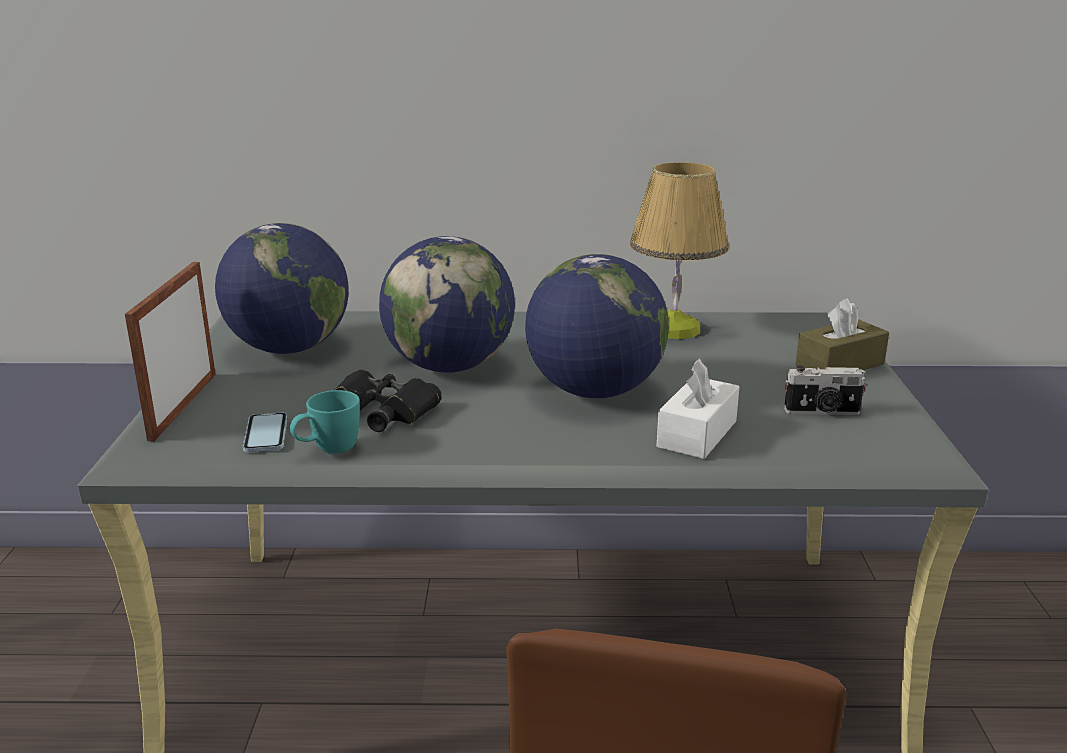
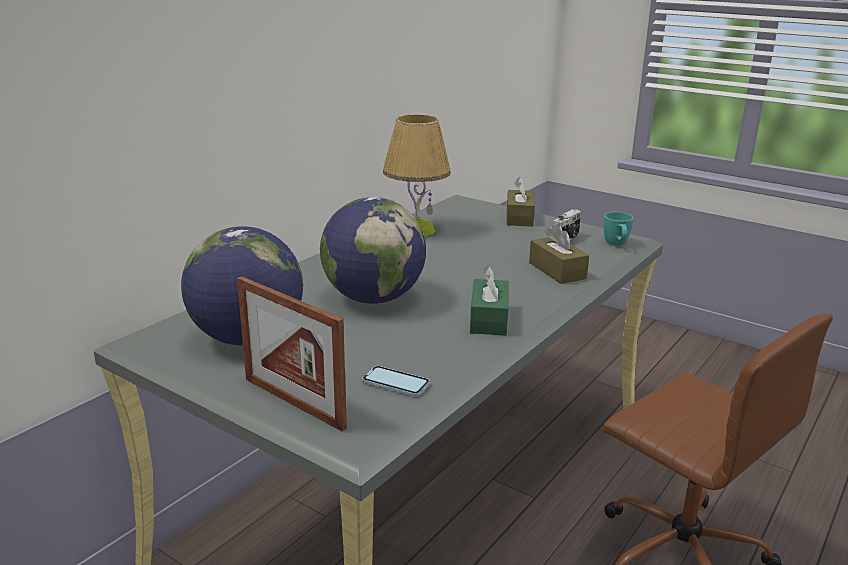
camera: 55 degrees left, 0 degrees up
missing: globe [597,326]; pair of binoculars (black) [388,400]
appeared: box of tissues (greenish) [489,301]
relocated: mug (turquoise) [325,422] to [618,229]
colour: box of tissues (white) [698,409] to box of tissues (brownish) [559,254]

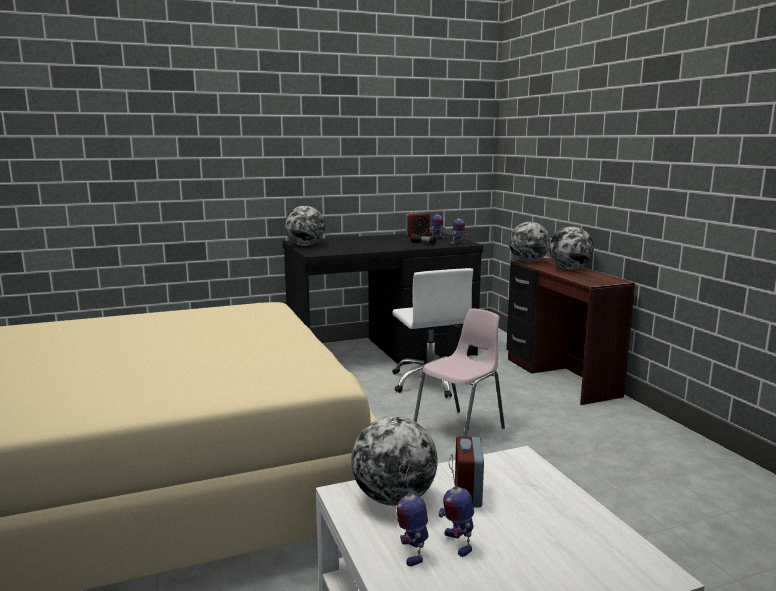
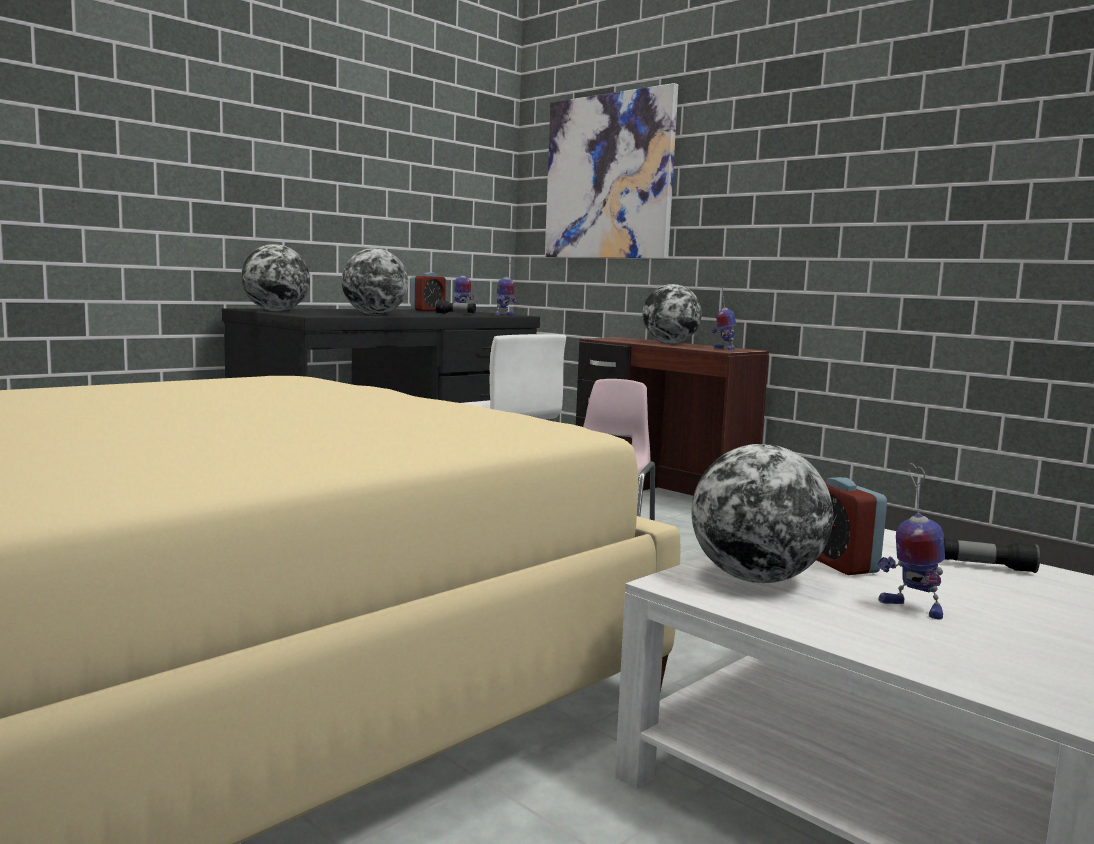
camera: 25 degrees left, 5 degrees down
appeared: wall art [611,171]; flashlight [992,556]
relocated: globe [529,242] to [375,281]; robot figure [412,513] to [723,318]

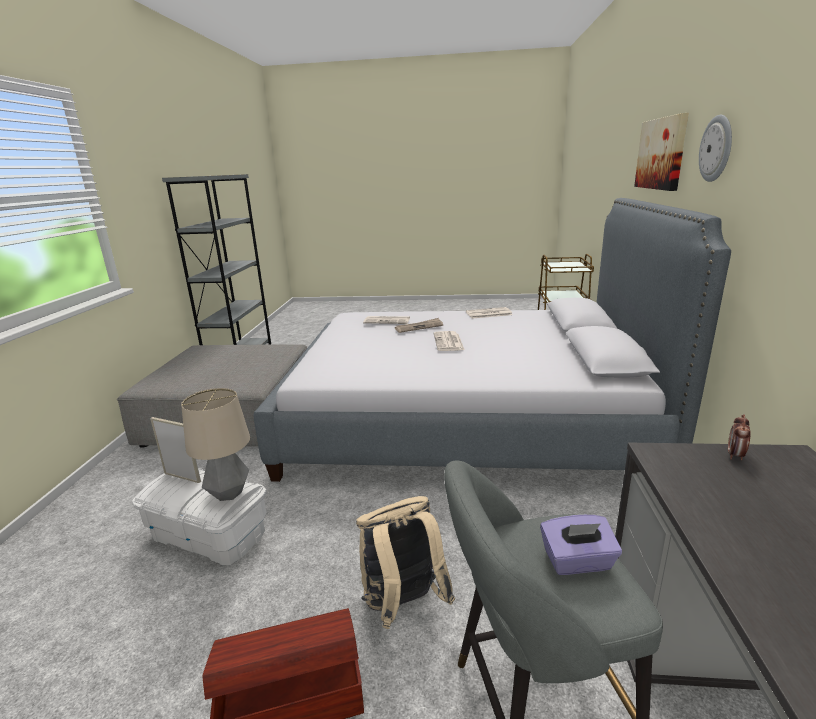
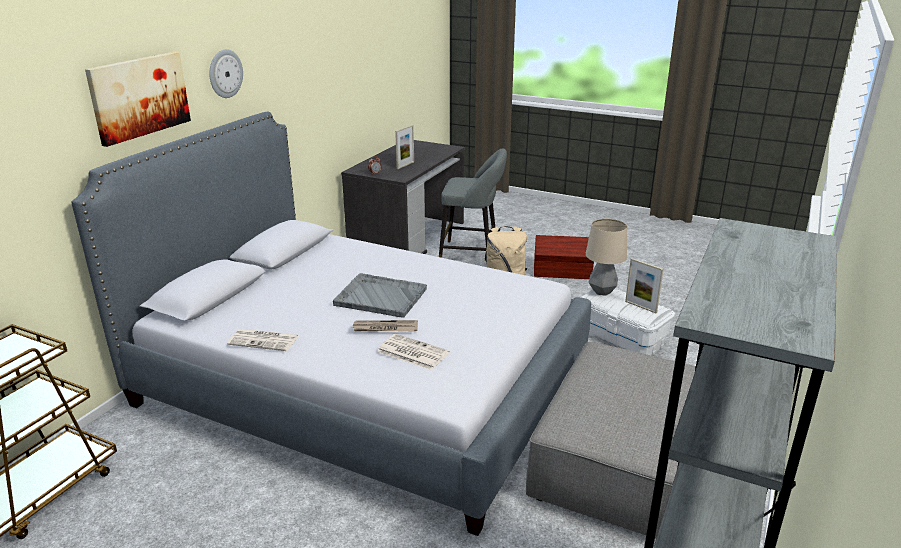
camera: 160 degrees left, 5 degrees up
missing: box of tissues (purplish) [581,545]
appeared: photo frame [404,147]
exchanged: daily paper [449,341] to carrying tray (greyish) [380,295]

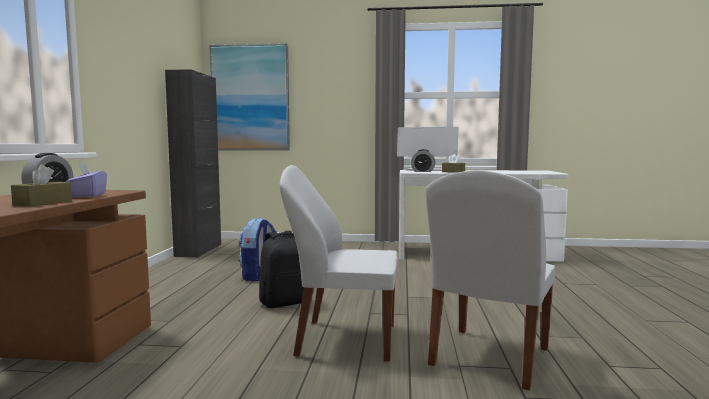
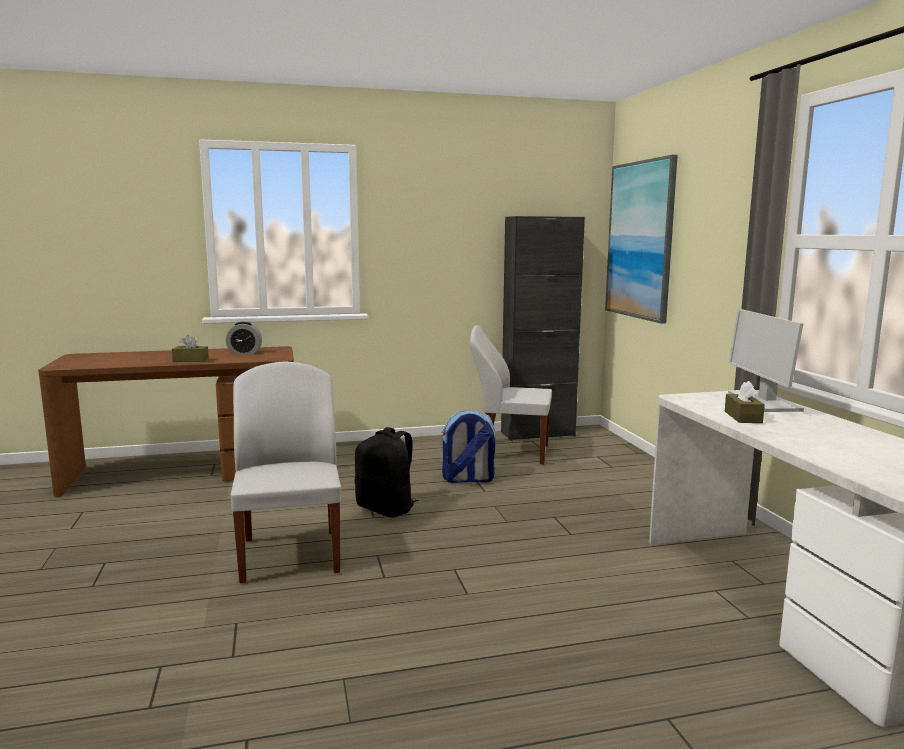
camera: 70 degrees right, 5 degrees up
missing: alarm clock [423,160]; box of tissues (purplish) [86,180]
relocated: chair (white) [490,280] to [511,395]

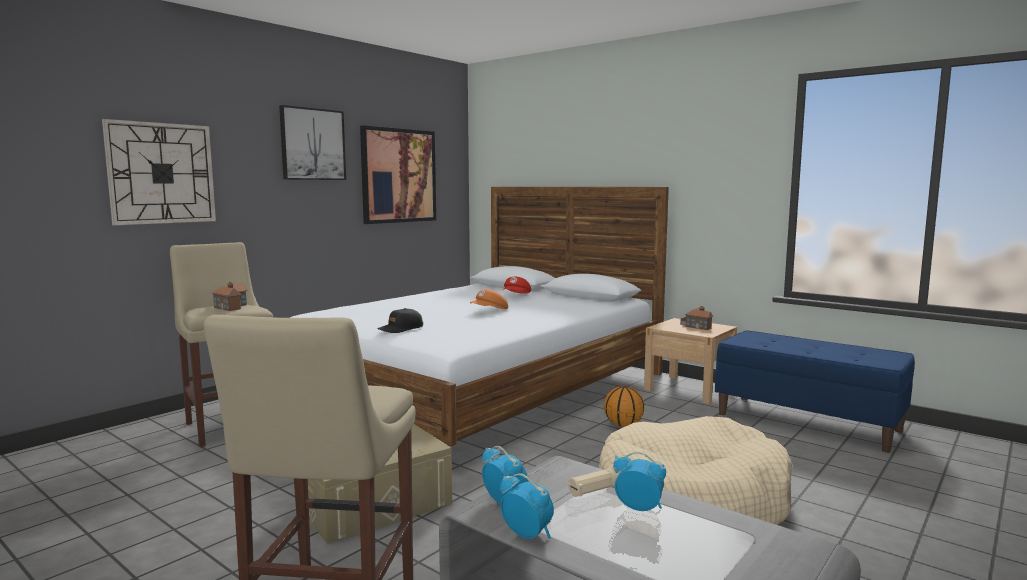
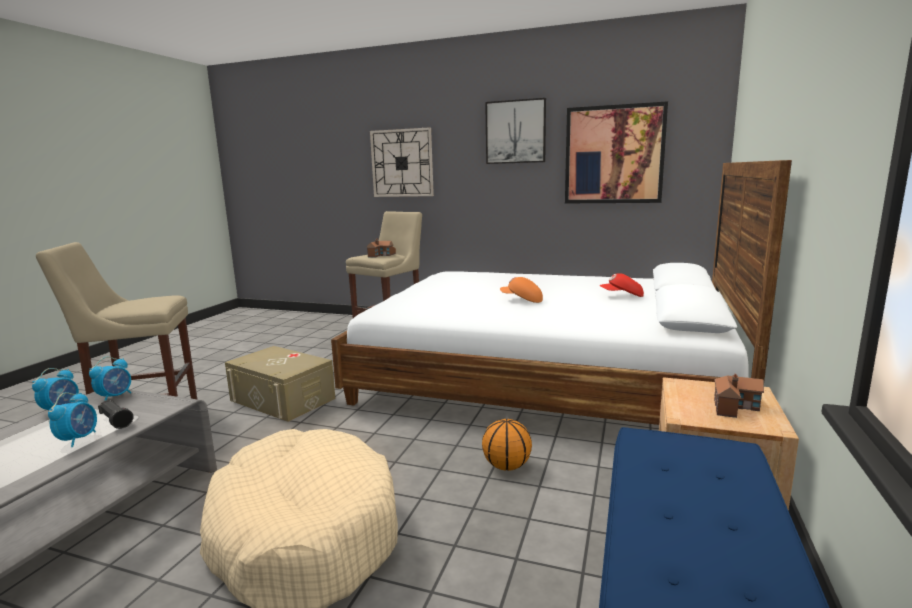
camera: 70 degrees right, 5 degrees up
missing: peaked cap (black) [400,320]
colour: flashlight (beige) [594,480] to flashlight (black) [115,414]

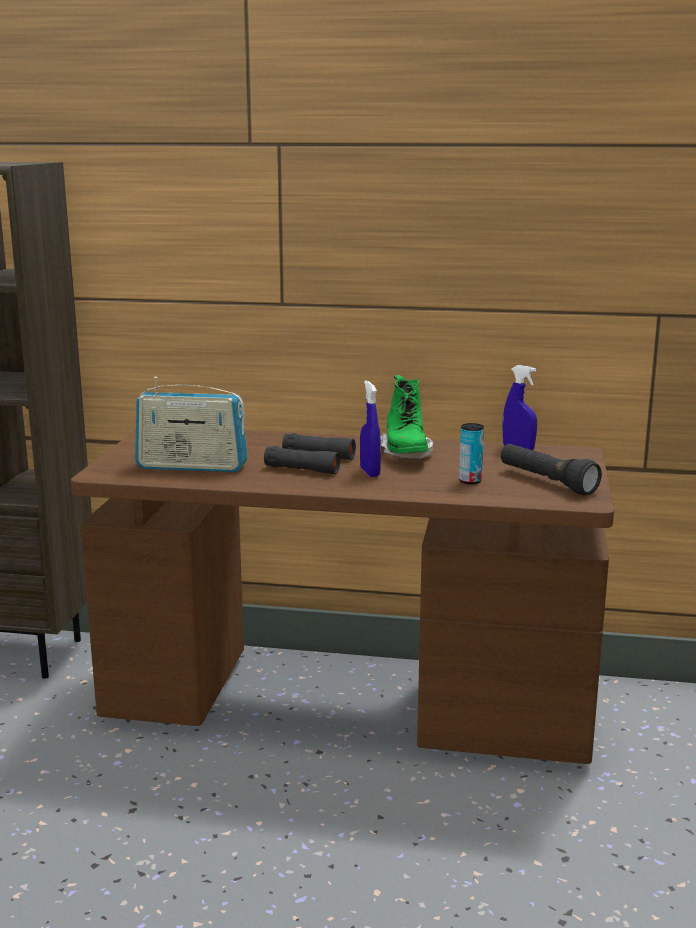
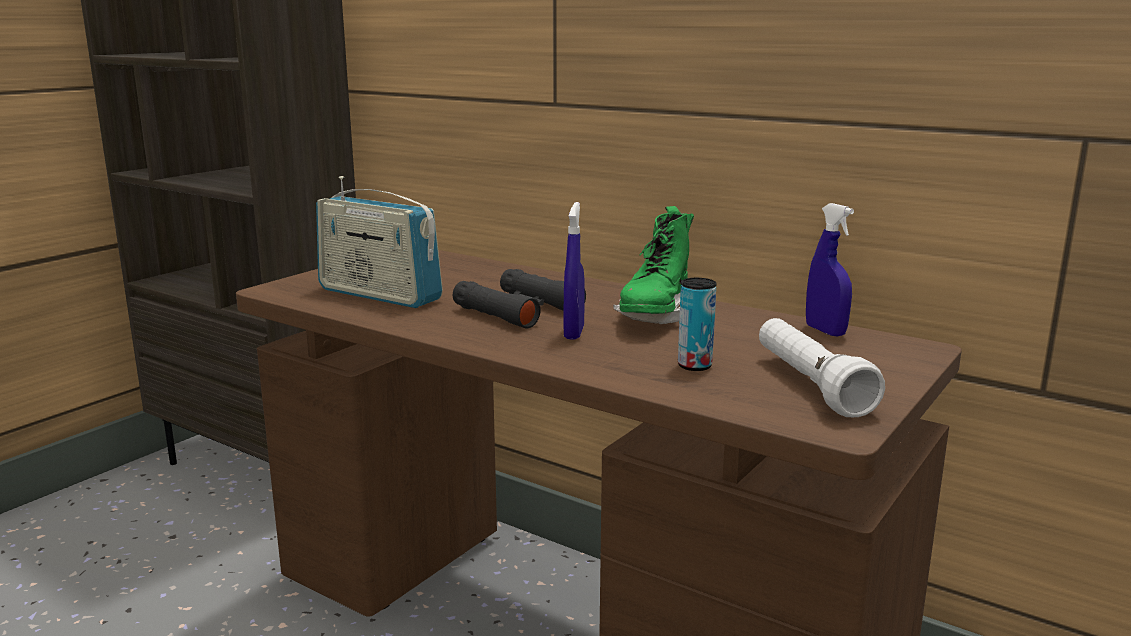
camera: 25 degrees right, 0 degrees up
colour: flashlight (black) [551,469] to flashlight (white) [822,367]

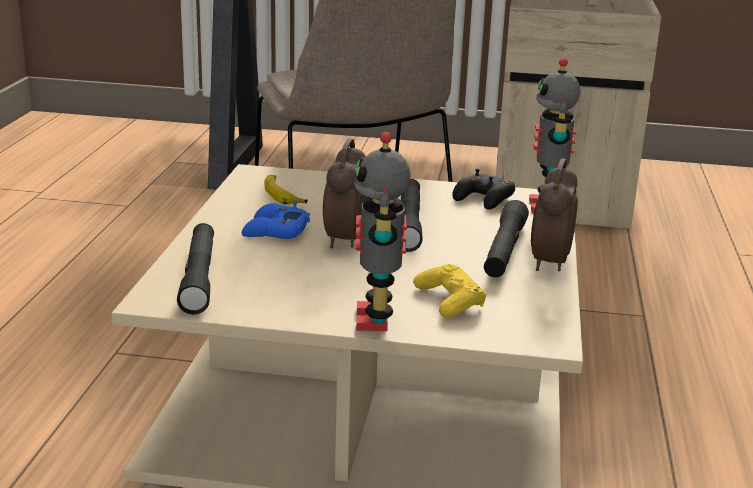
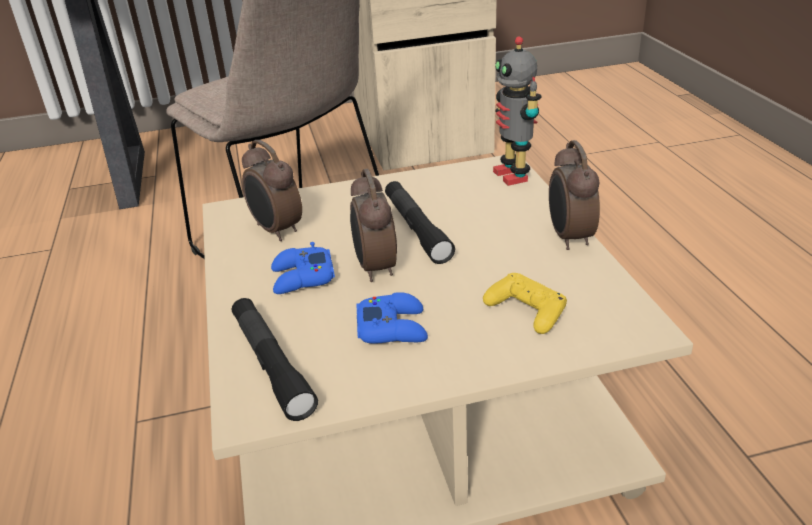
camera: 20 degrees left, 10 degrees up
missing: robot figure [382,231]; joypad (black) [483,189]; flashlight (black) [506,239]
appeared: joypad (blue-coloured) [392,318]
exchanged: whole banana [286,189] to alarm clock [272,190]

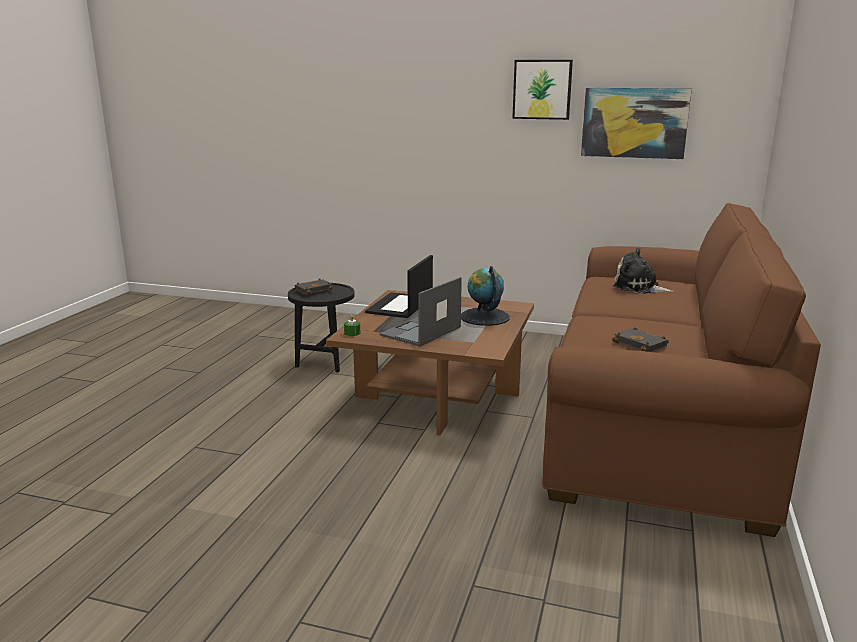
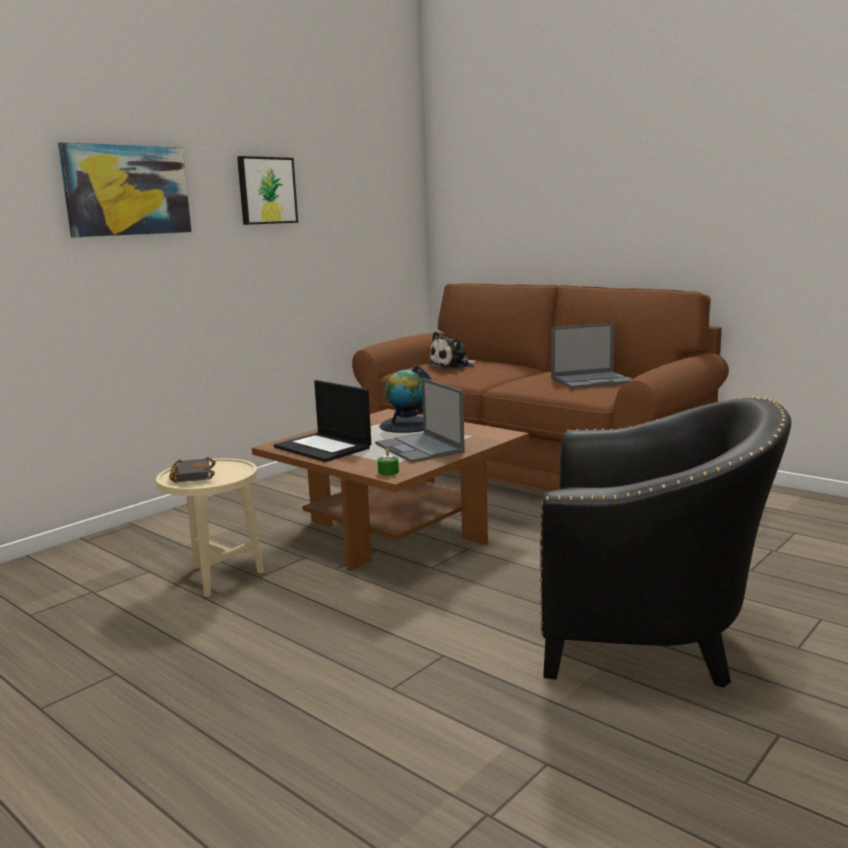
camera: 65 degrees left, 5 degrees down
appeared: armchair (black) [665,542]
relocated: wall art [636,123] to [125,190]
exchanged: volume (black) [640,339] to notebook computer [591,355]
colour: side table (black) [321,327] to side table (beige) [210,528]

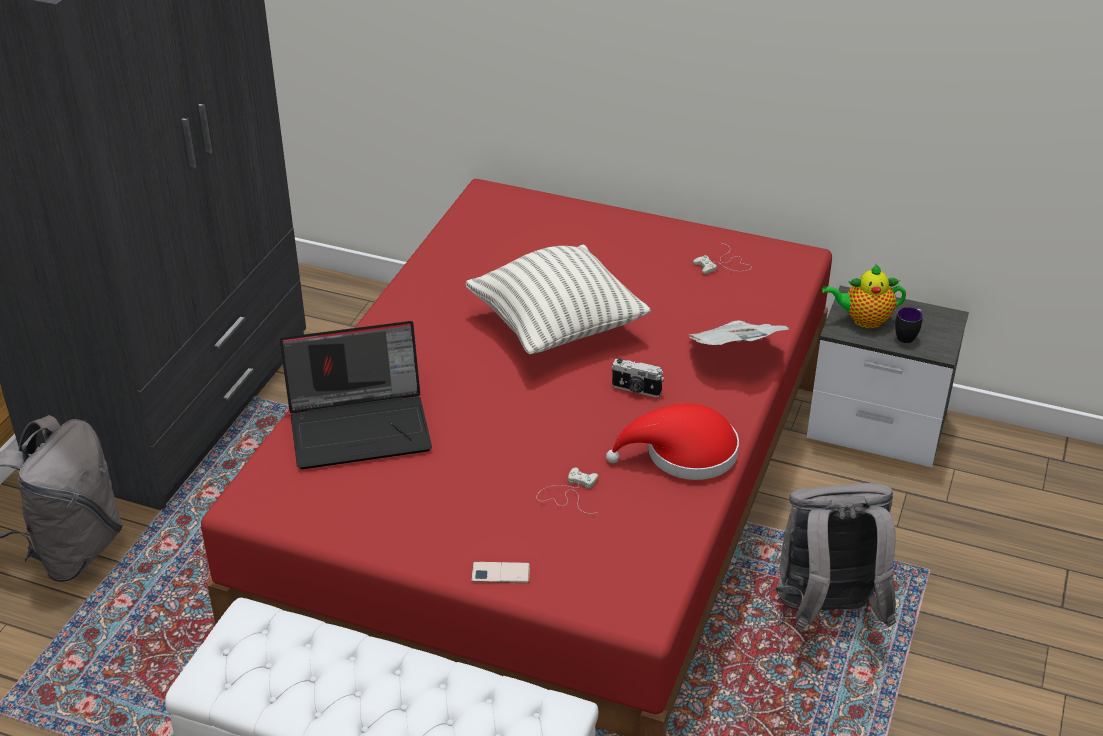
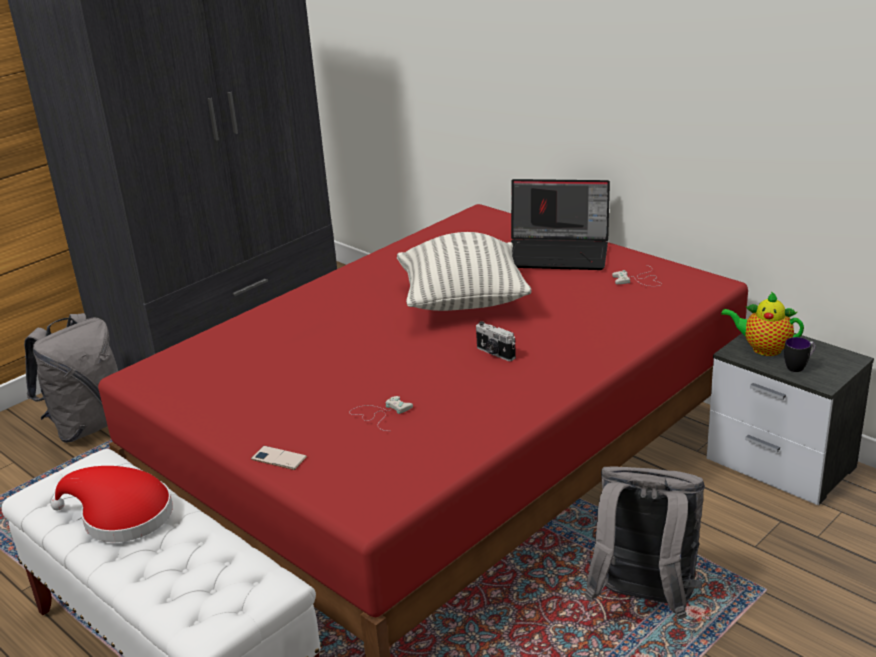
camera: 25 degrees right, 10 degrees down
missing: daily paper [738,332]
relocated: notebook computer [356,395] to [560,224]; clothing hat (reddish) [672,441] to [112,504]

